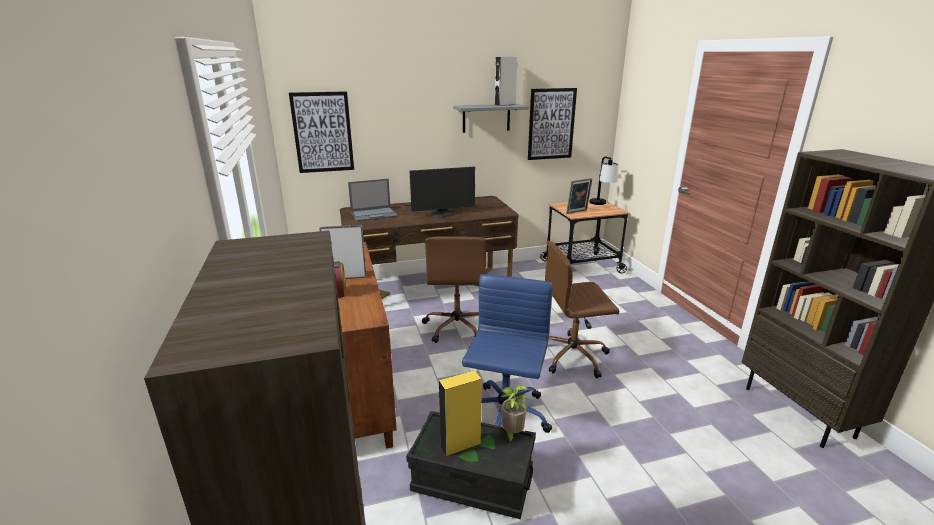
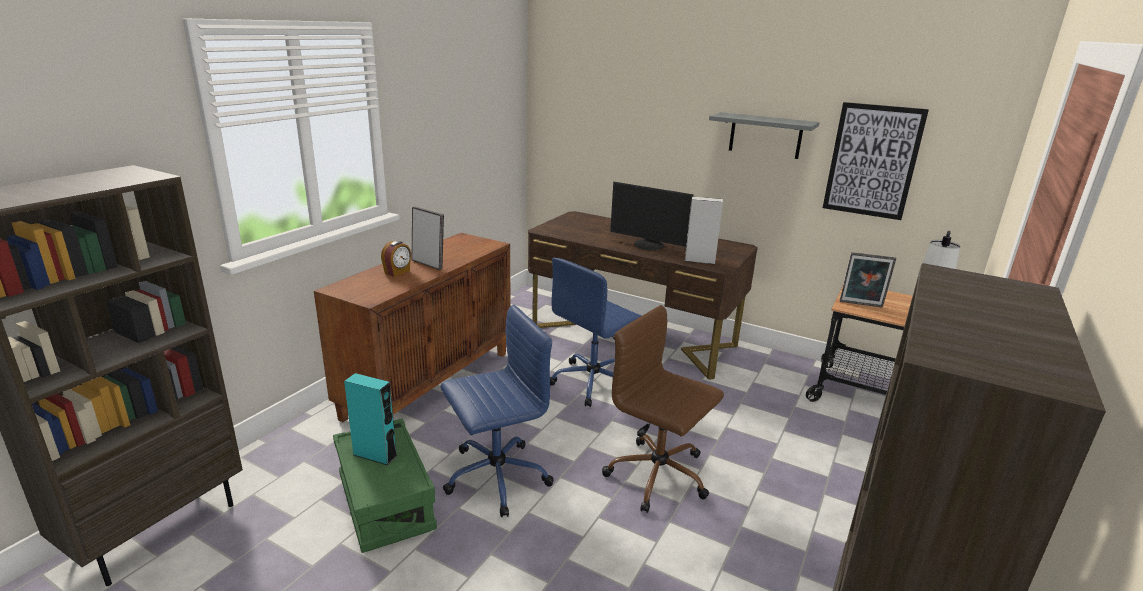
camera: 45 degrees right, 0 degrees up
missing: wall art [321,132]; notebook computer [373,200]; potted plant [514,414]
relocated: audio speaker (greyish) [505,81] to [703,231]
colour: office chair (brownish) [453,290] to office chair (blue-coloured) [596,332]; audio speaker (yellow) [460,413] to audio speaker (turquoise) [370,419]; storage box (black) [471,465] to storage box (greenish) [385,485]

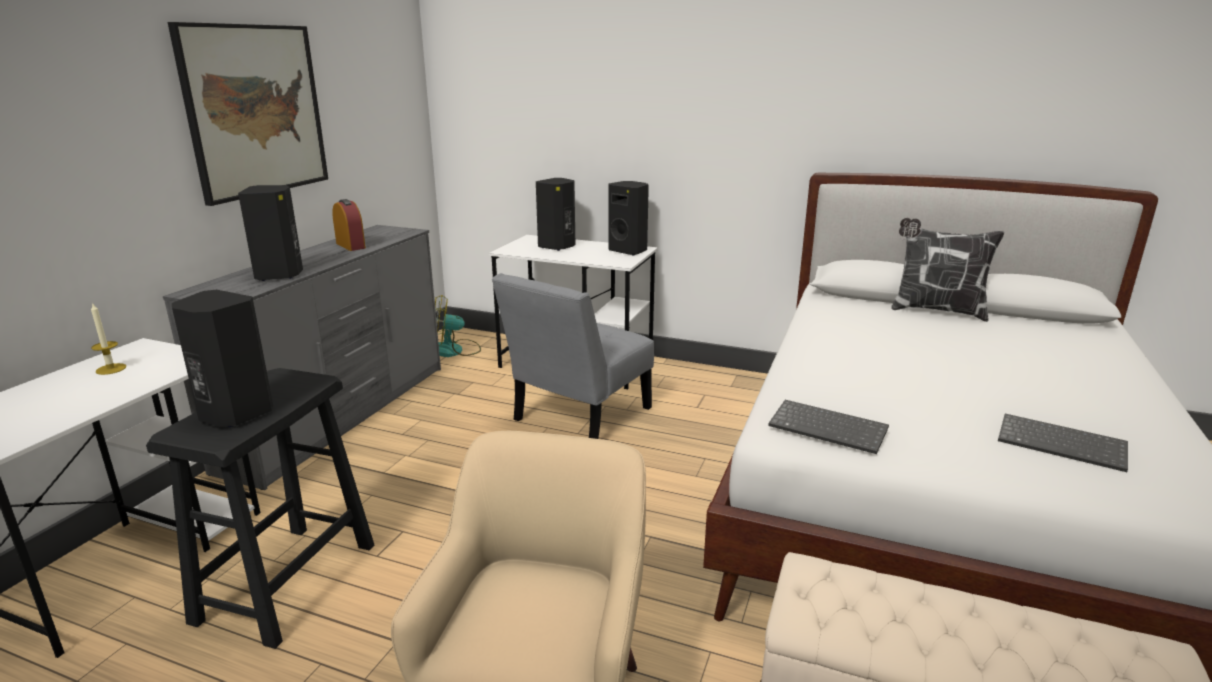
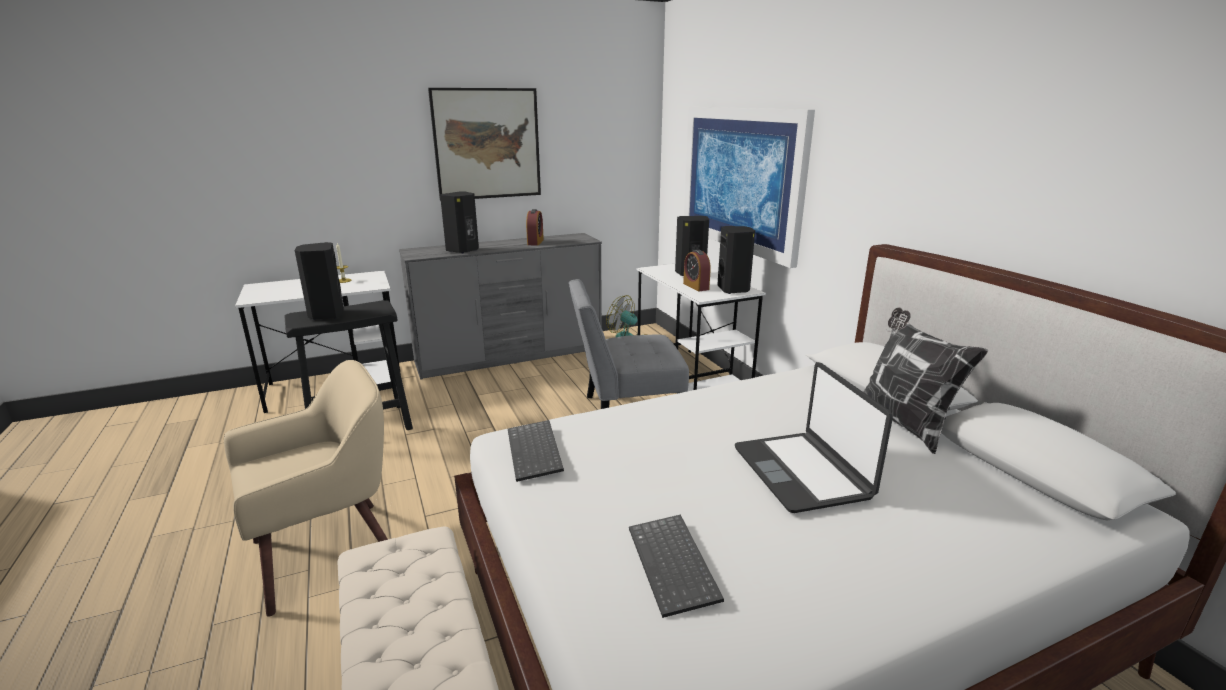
camera: 45 degrees right, 0 degrees up
appeared: wall art [749,187]; alarm clock [697,270]; notebook computer [814,437]

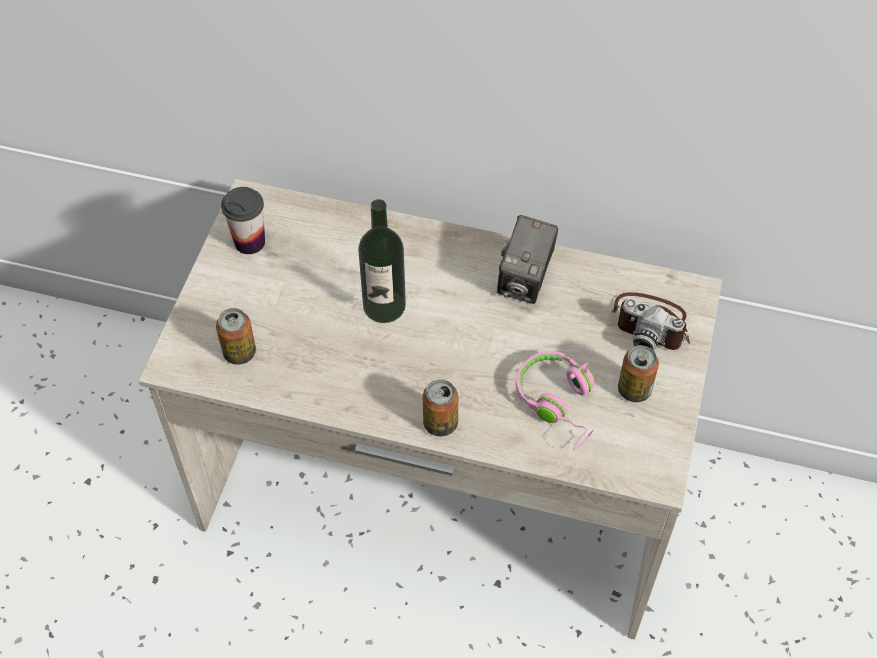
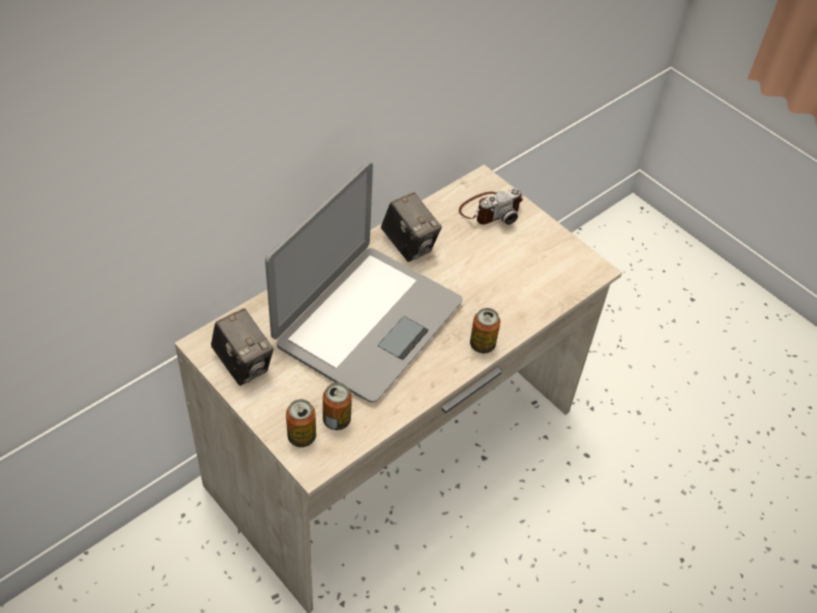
camera: 60 degrees left, 5 degrees down
missing: headset (pink-coloured) [555,401]
relocated: metal can [638,373] to [301,423]
exchanged: small cup [243,220] to still camera [242,347]; drink bottle [382,261] to notebook computer [364,282]

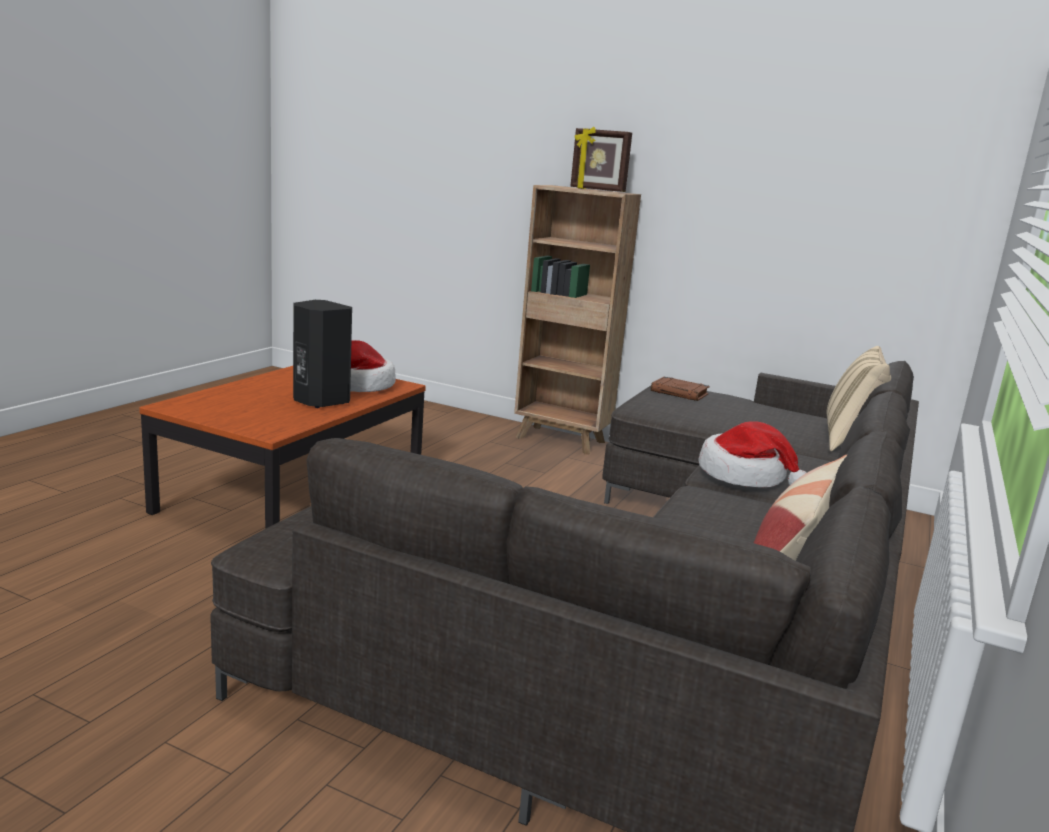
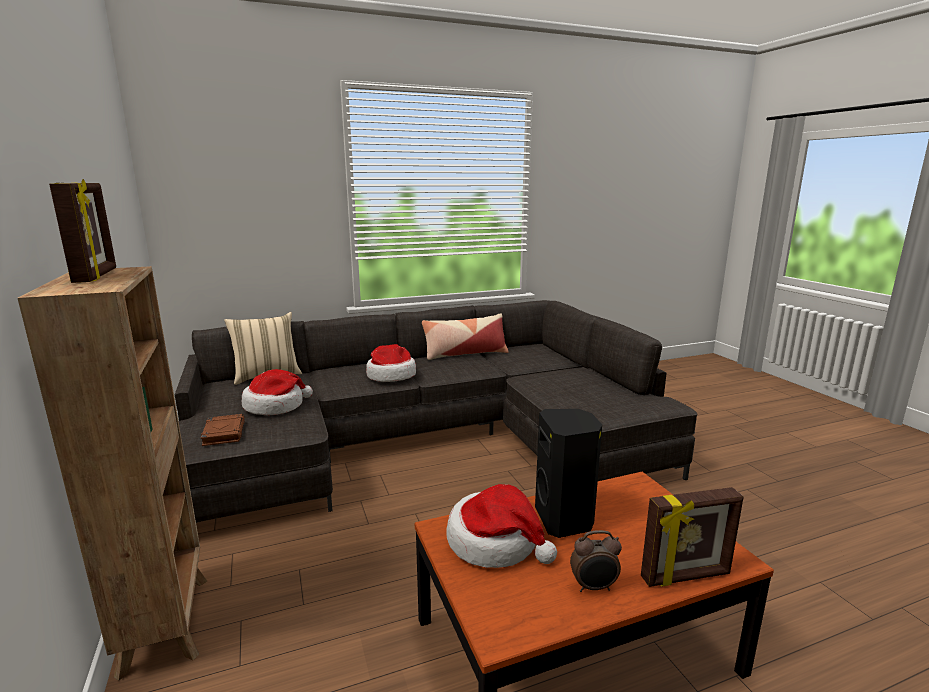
camera: 135 degrees left, 0 degrees up
appeared: clothing hat [277,392]; photo frame [692,537]; alarm clock [596,561]

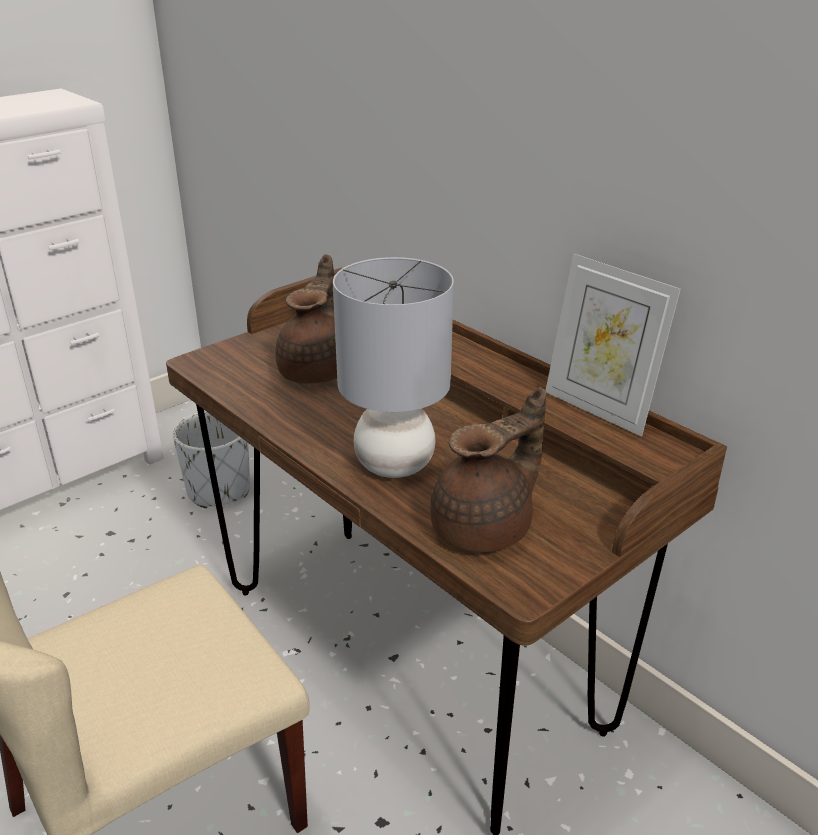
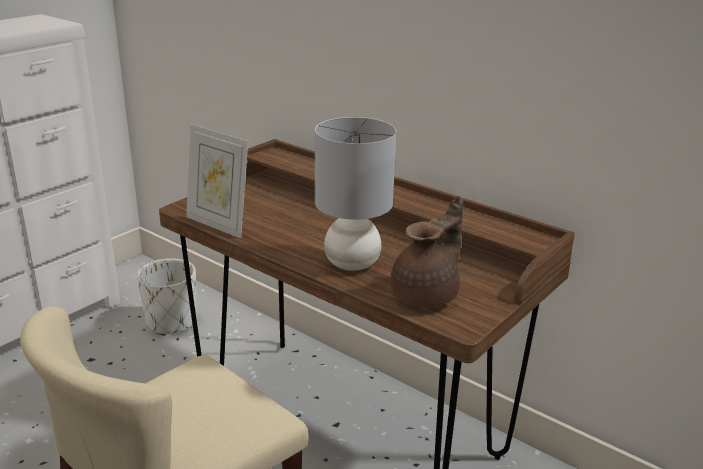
camera: 10 degrees left, 5 degrees down
missing: pot for tea (brownish) [306,319]
relocated: photo frame [613,345] to [217,181]

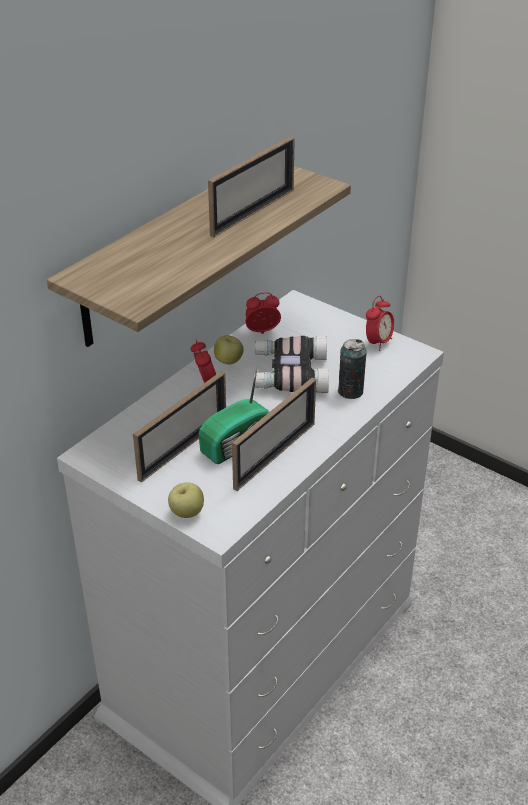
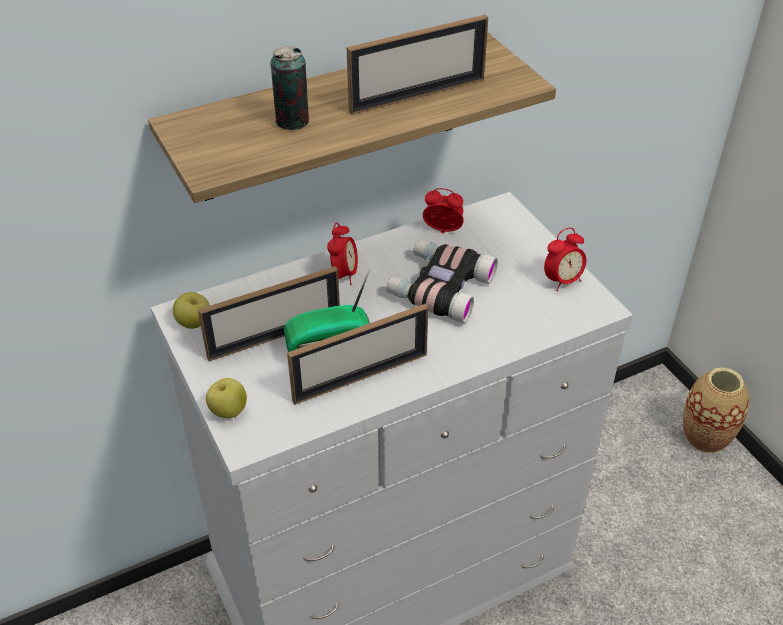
camera: 25 degrees right, 5 degrees up
appeared: decorative vase [716,410]
relocated: whole apple [229,350] to [191,310]; metal can [352,369] to [289,88]

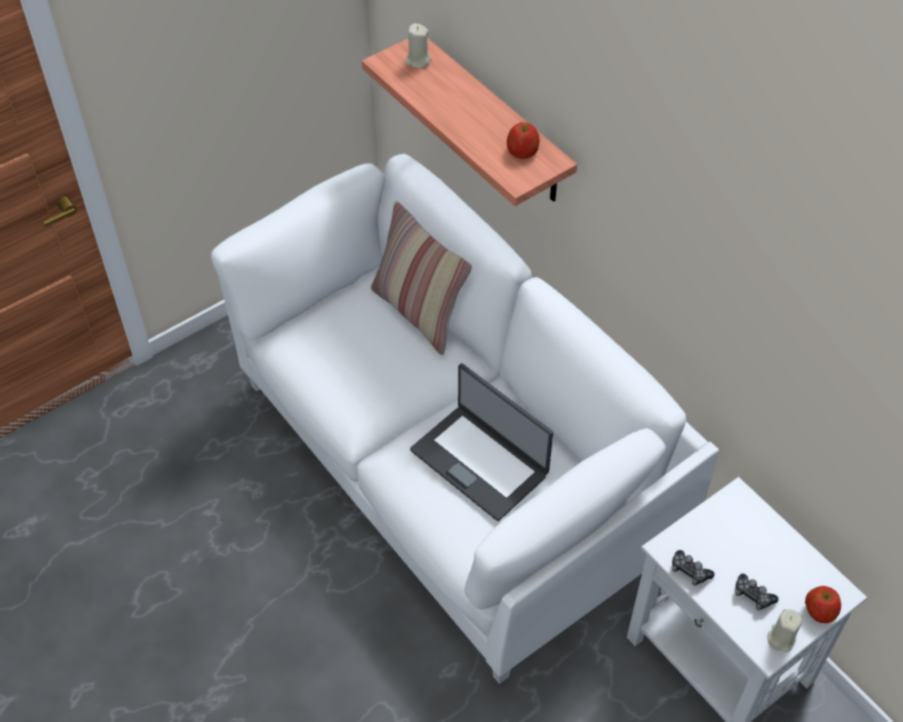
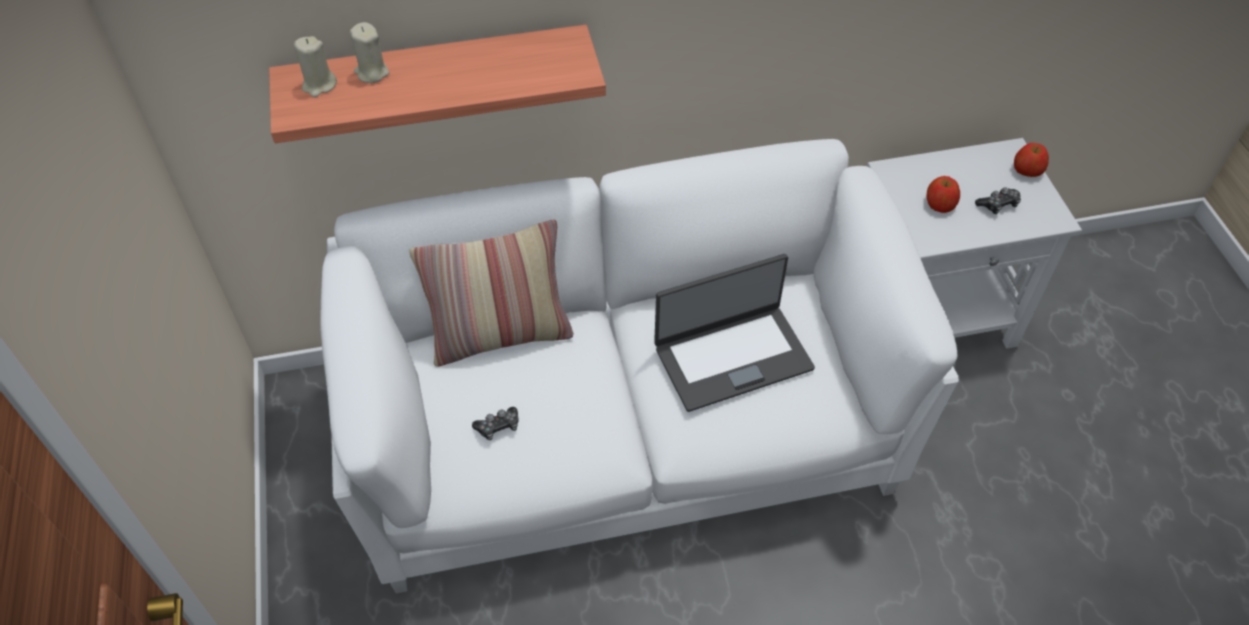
camera: 65 degrees left, 0 degrees up
relocated: whole apple [523,140] to [943,194]; joypad [693,567] to [495,423]; wax candle (beige) [784,630] to [369,52]

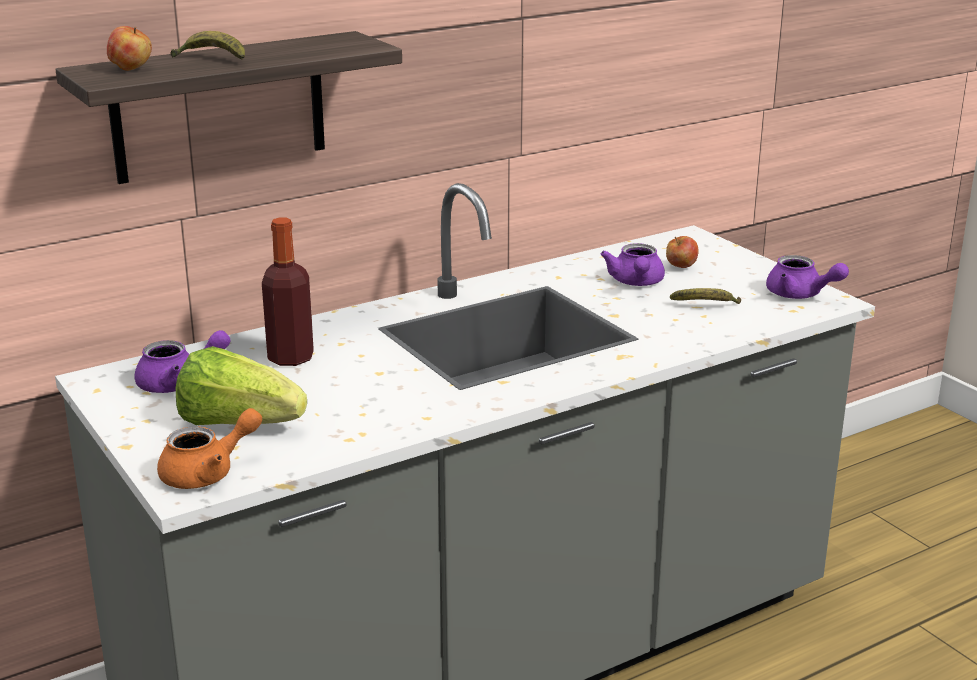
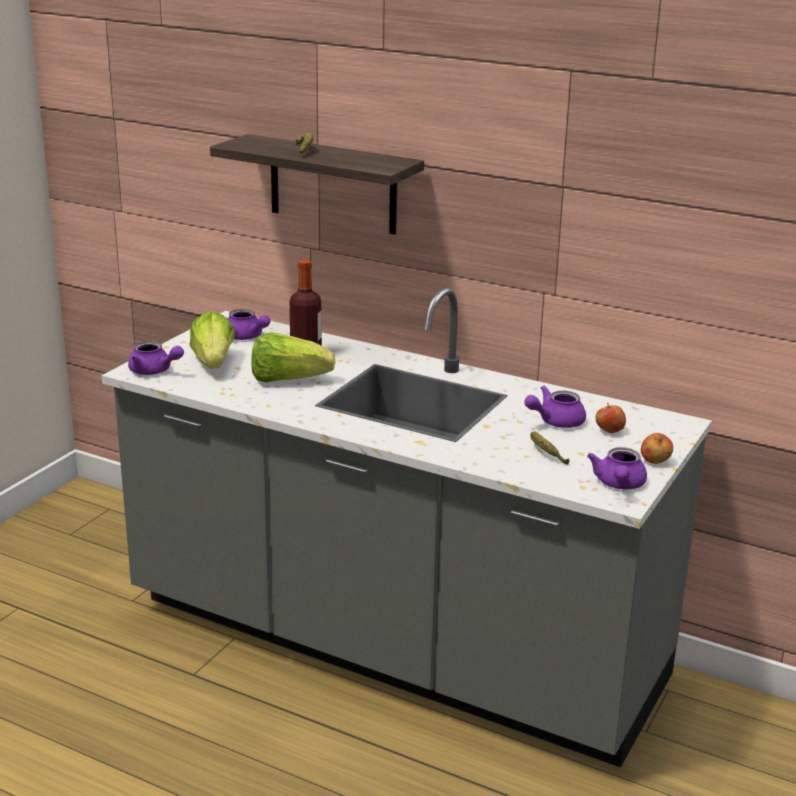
camera: 60 degrees right, 0 degrees up
appeared: lettuce [293,357]
relocated: whole apple [129,48] to [657,448]
colour: pot for tea (orange) [209,448] to pot for tea (purplish) [156,358]

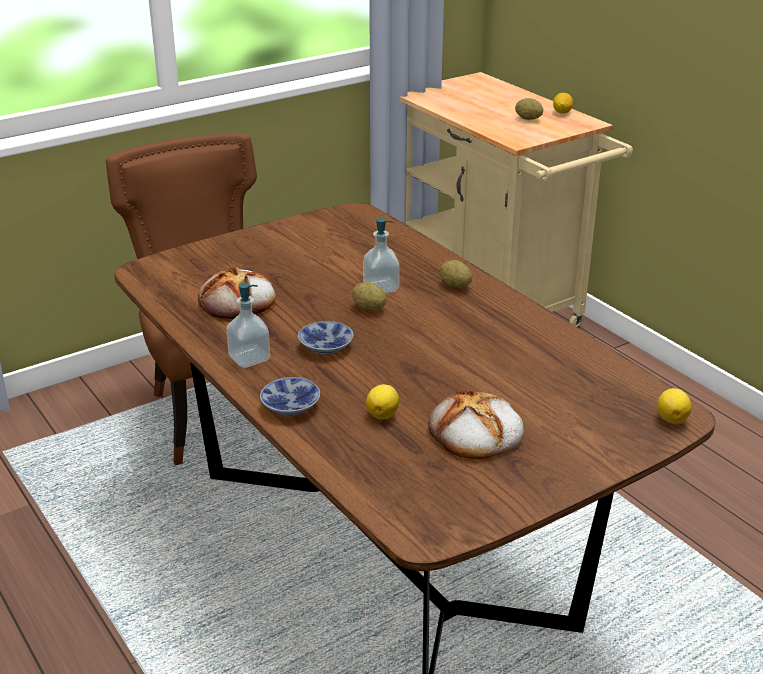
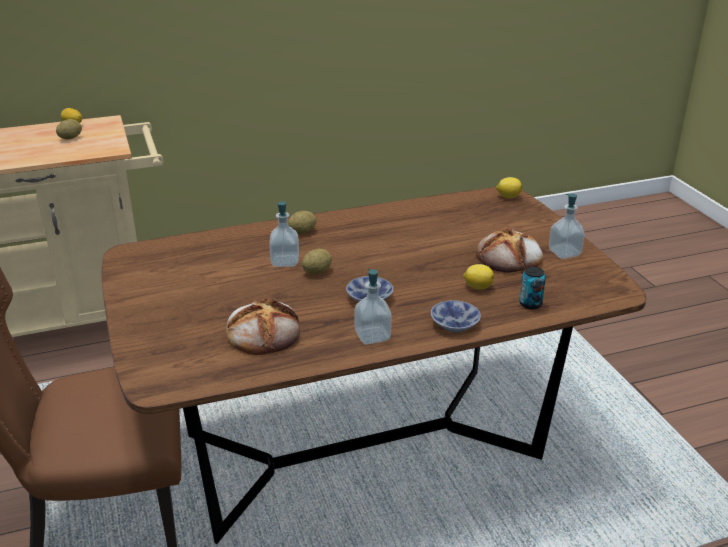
camera: 75 degrees left, 0 degrees up
appeared: soap dispenser [567,226]; metal can [532,288]

